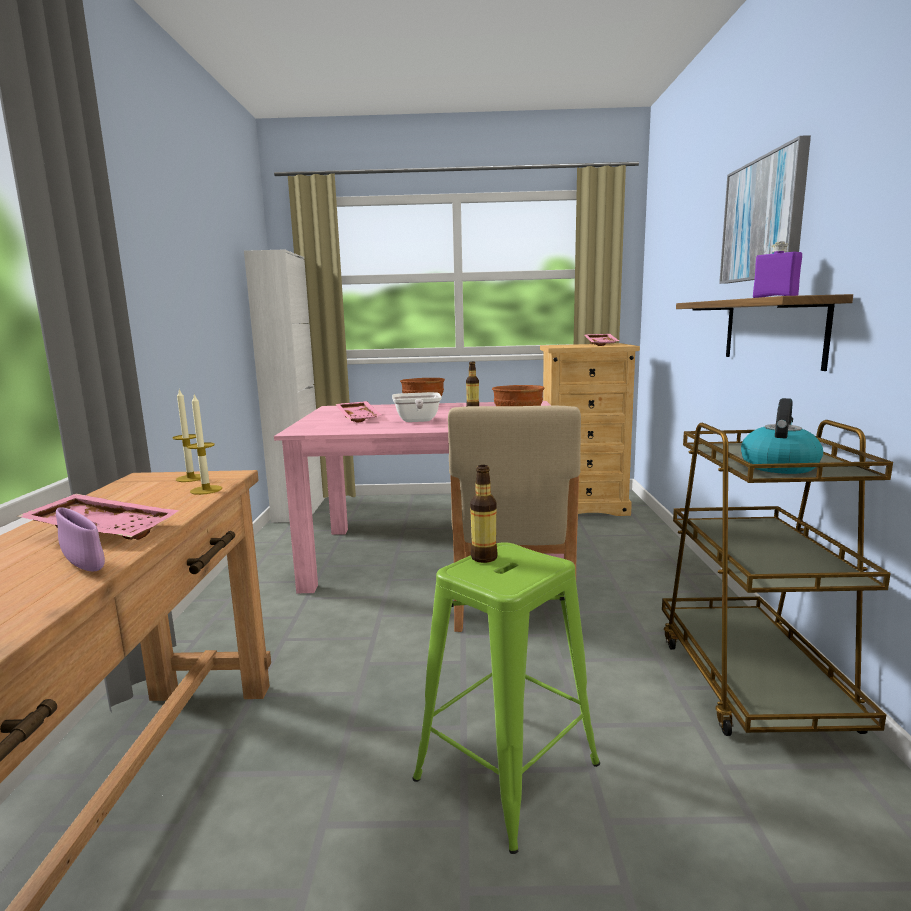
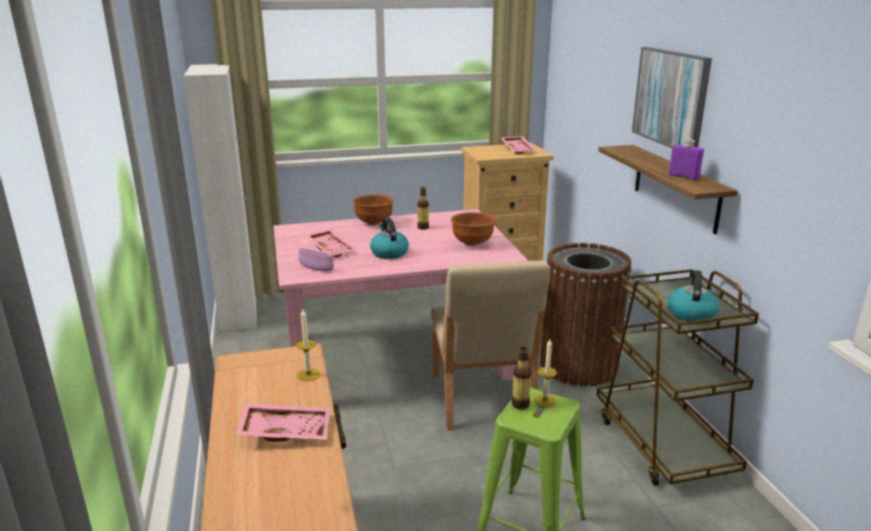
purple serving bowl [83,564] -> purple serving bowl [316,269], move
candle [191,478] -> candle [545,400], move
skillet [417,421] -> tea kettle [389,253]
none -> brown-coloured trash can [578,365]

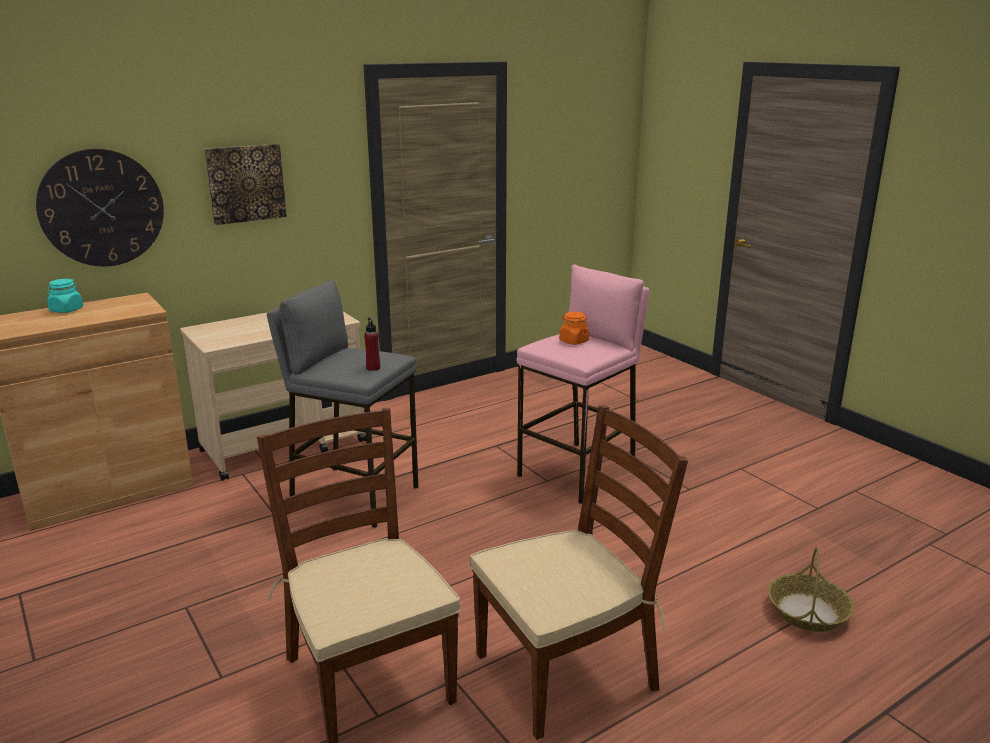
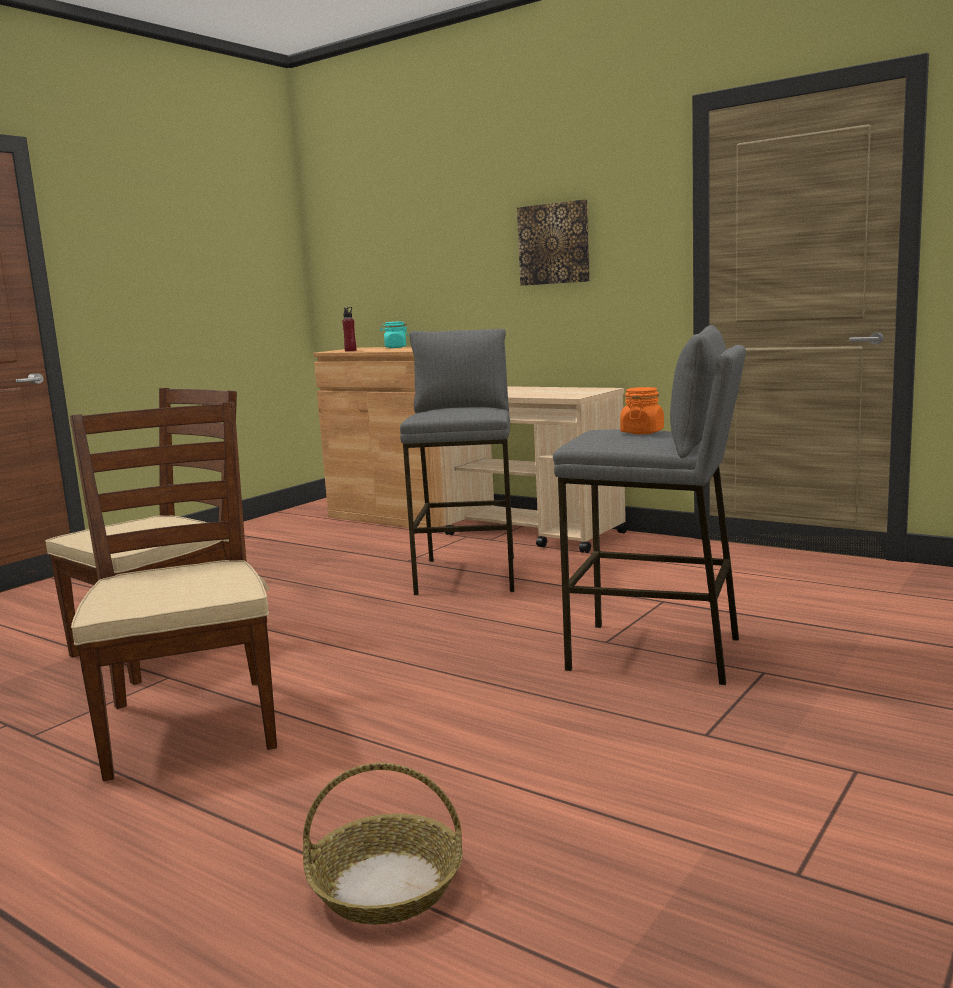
hanging clock [101,208] -> none
red-coloured beverage bottle [373,368] -> red-coloured beverage bottle [350,351], move
brown-coloured chair [567,670] -> brown-coloured chair [191,724], 150 degrees counterclockwise
pink-coloured stool [578,472] -> gray stool [655,654]

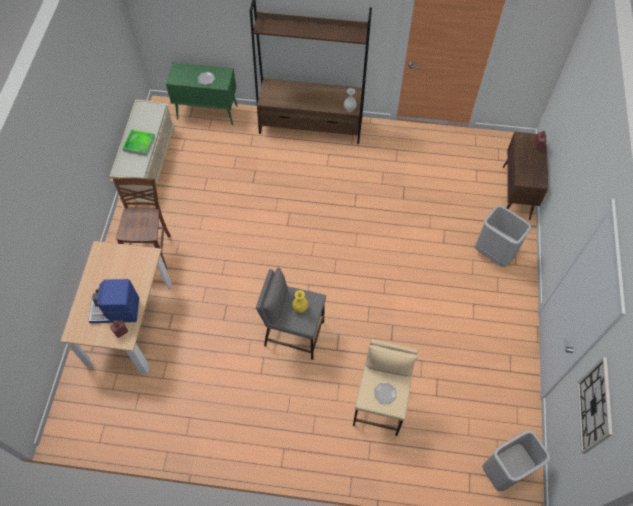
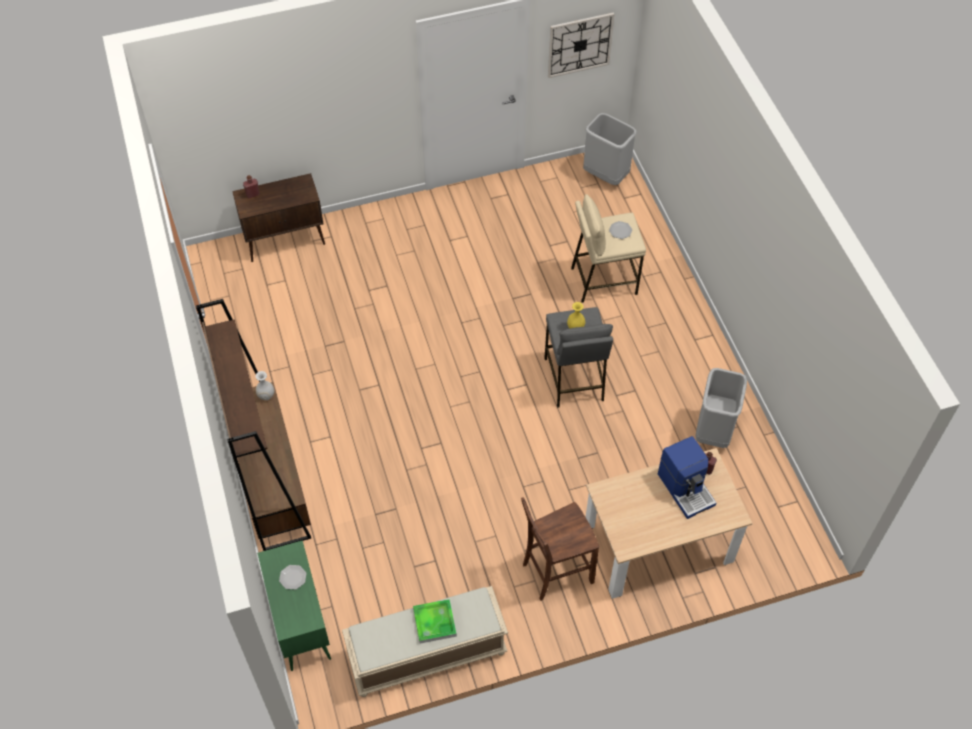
gray trash can [494,253] -> gray trash can [713,431], move

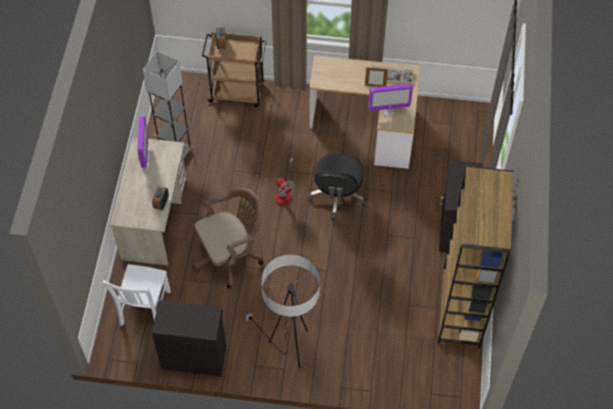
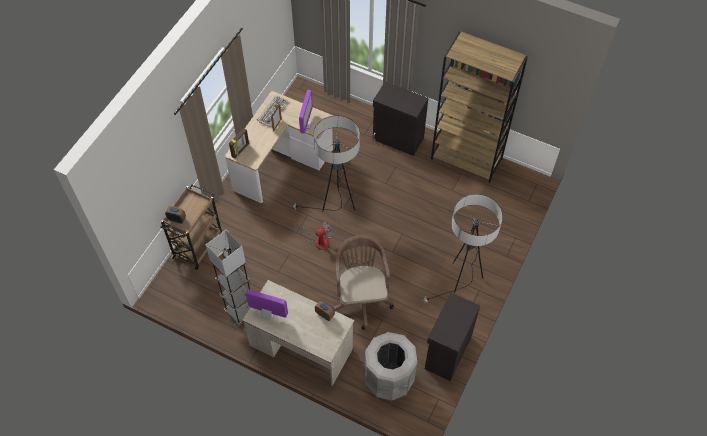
whitish chair [144,309] -> gray trash can [389,379]
blackish desk chair [337,196] -> standing lamp [336,204]
none -> standing frame [240,150]

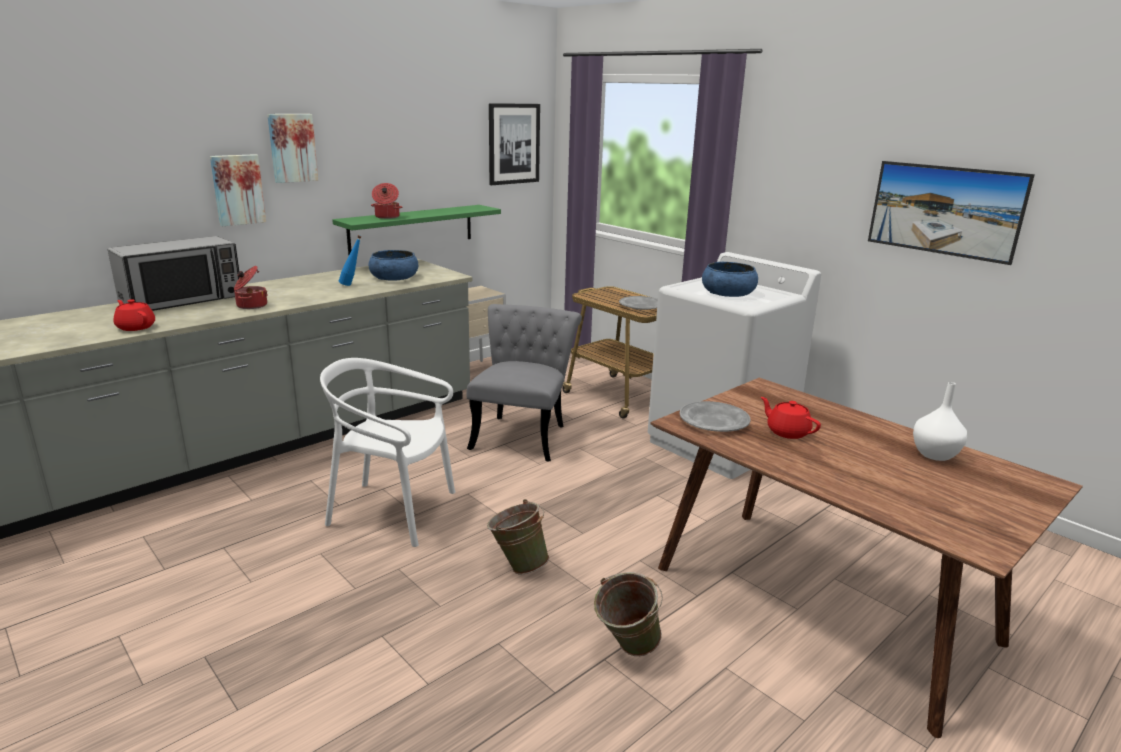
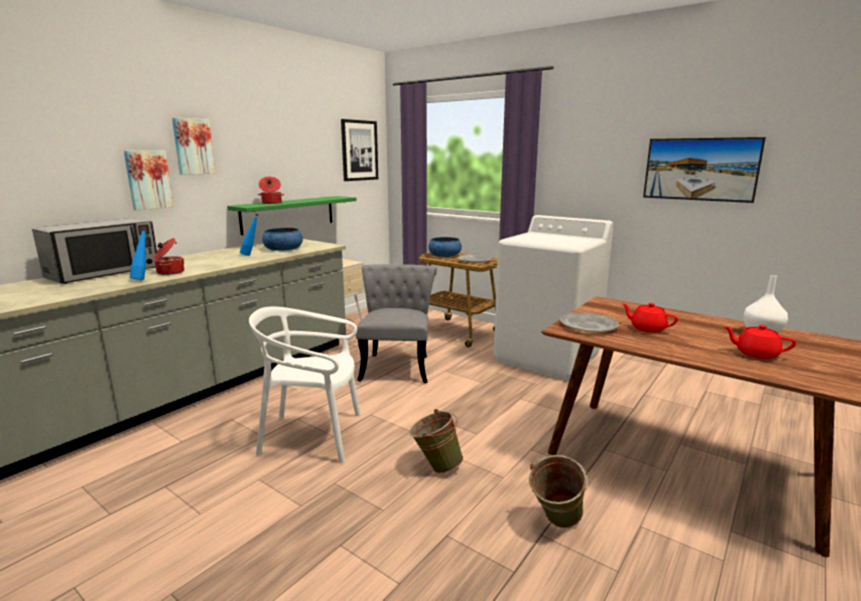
red-coloured teapot [136,327] -> red-coloured teapot [755,354], move
blue-coloured serving bowl [728,293] -> blue-coloured serving bowl [444,255], move
none -> blue-coloured beverage bottle [143,279]

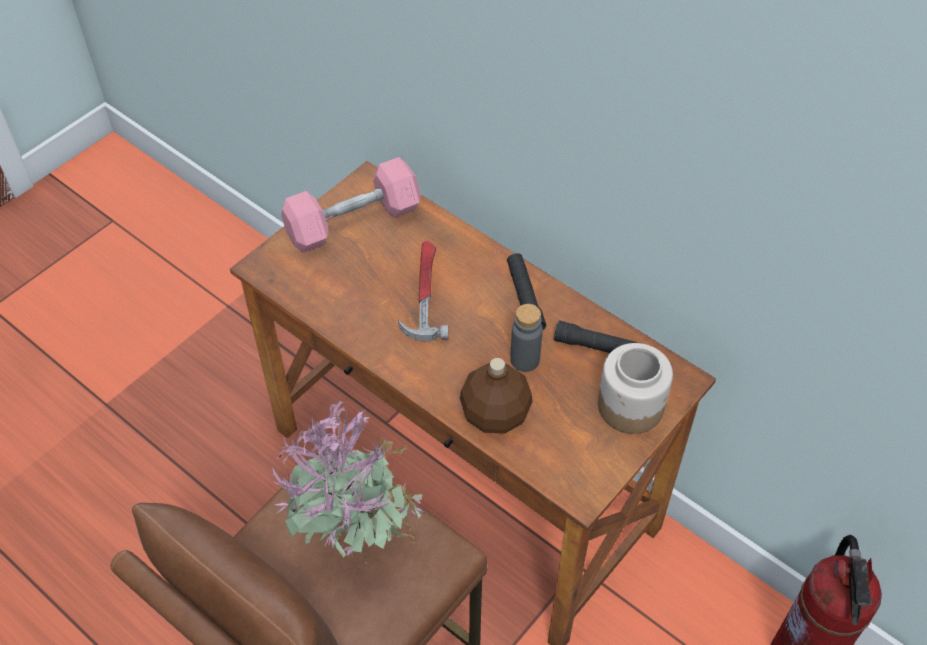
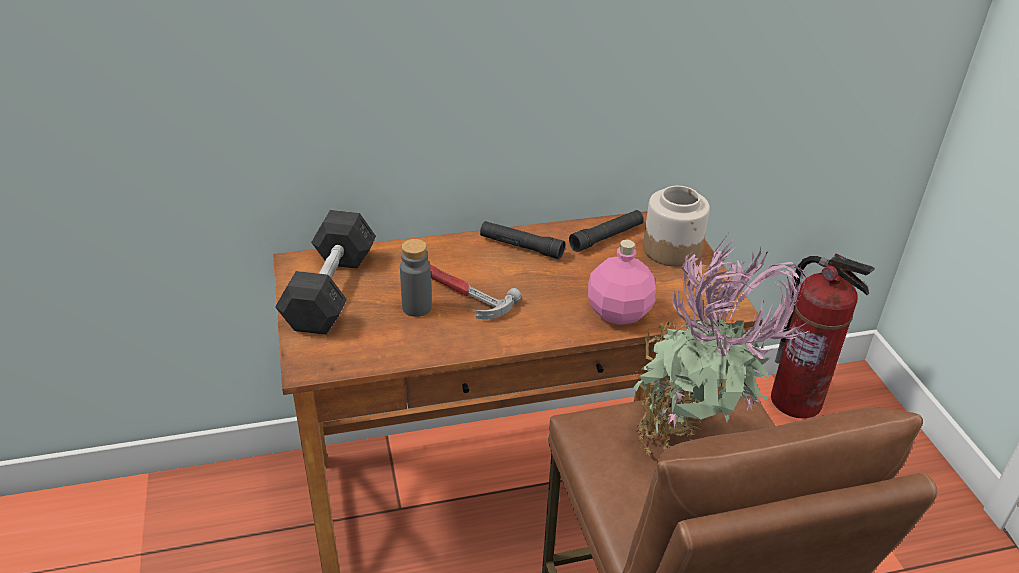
pink-coloured dumbbell [353,222] -> gray dumbbell [330,291]
brown-coloured beverage bottle [495,414] -> pink-coloured beverage bottle [617,312]
gray beverage bottle [525,360] -> gray beverage bottle [417,307], move

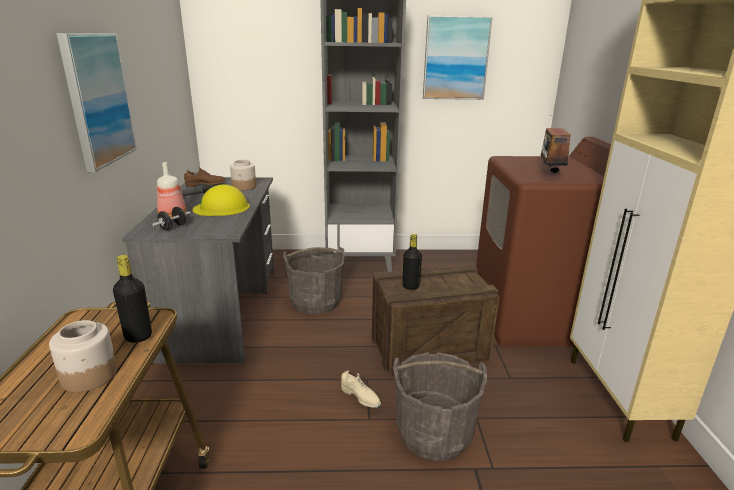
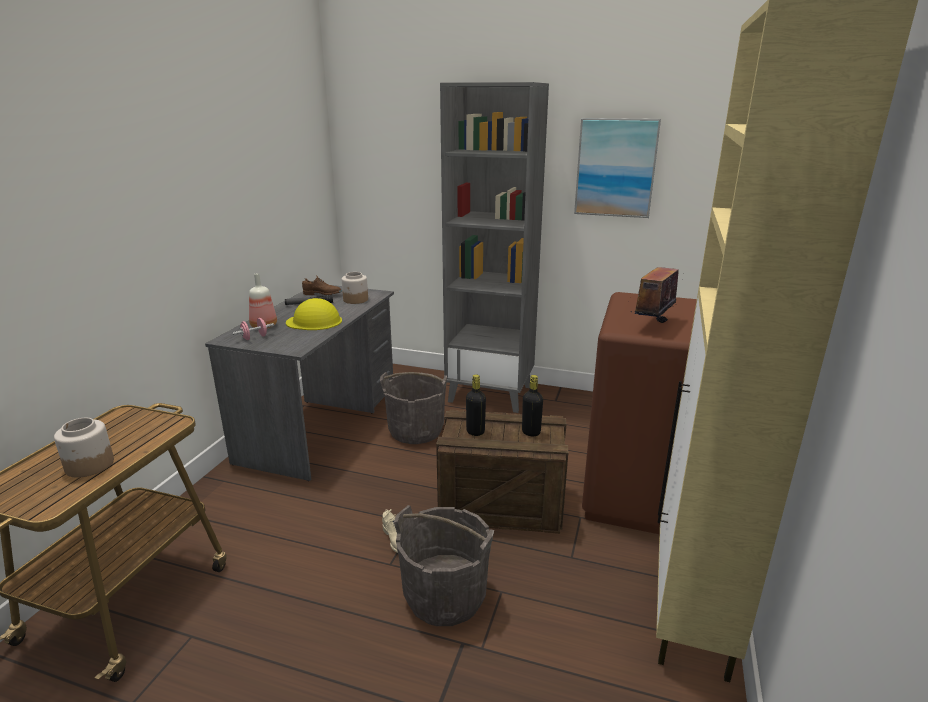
wall art [97,99] -> none
blackish beverage bottle [138,336] -> blackish beverage bottle [531,432], move
blackish dumbbell [173,227] -> pink-coloured dumbbell [254,337]

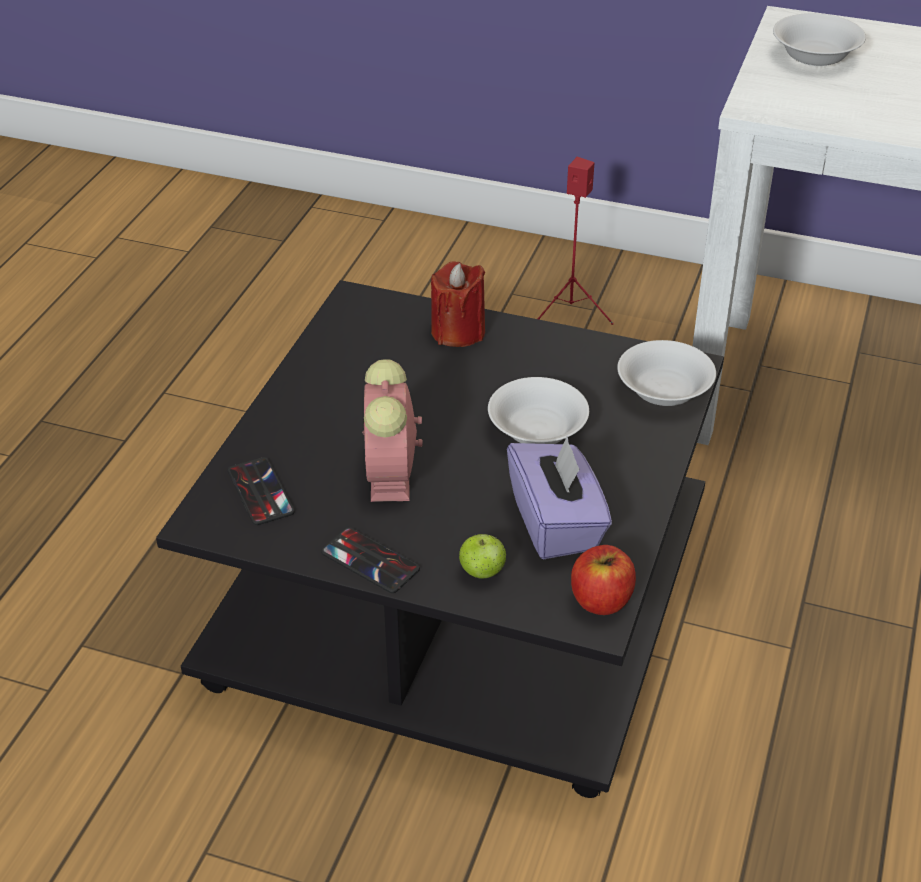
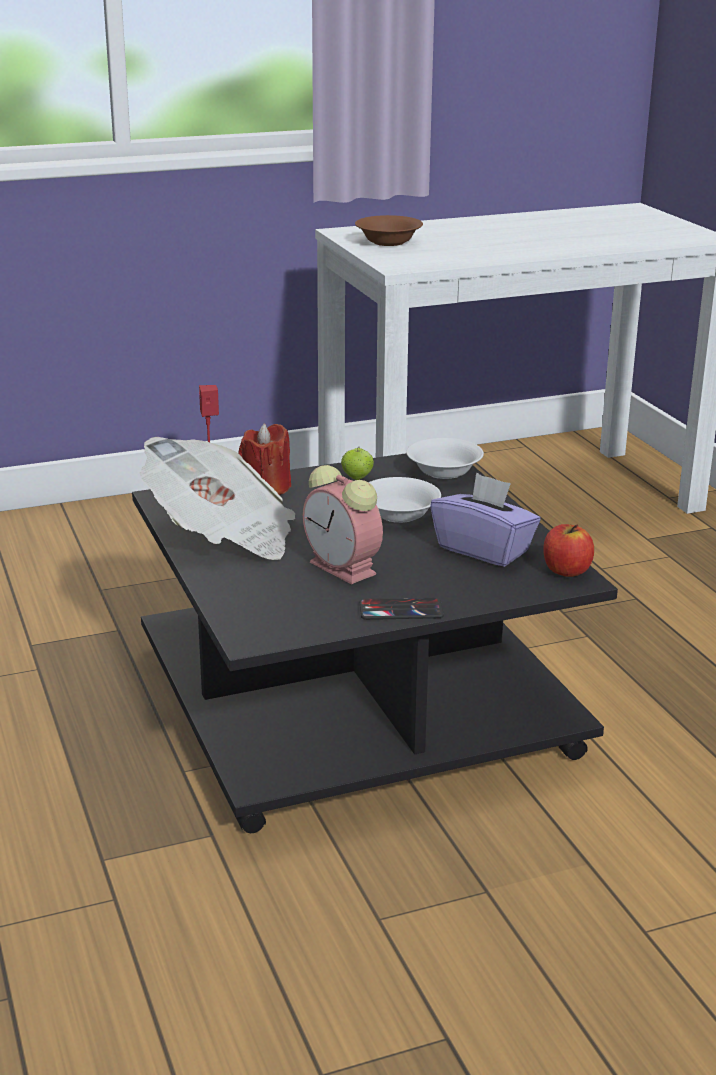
handset [260,492] -> none
apple fruit [482,572] -> apple fruit [357,477], move
whitish serving bowl [816,57] -> brown-coloured serving bowl [389,242]
none -> printed paper [222,536]

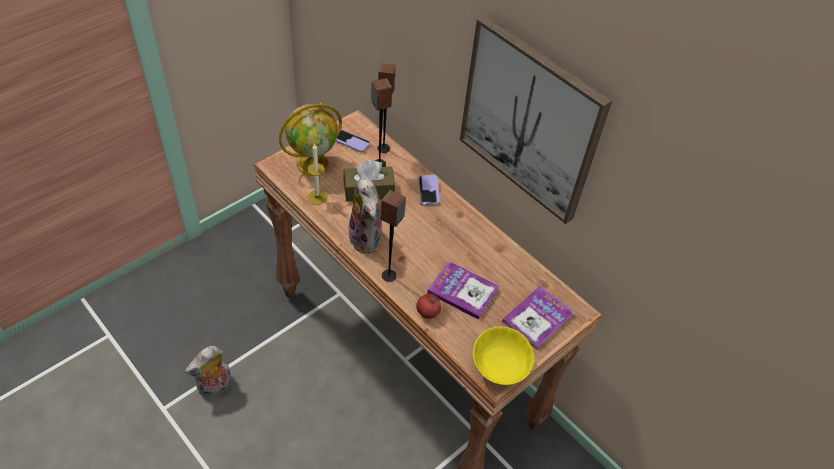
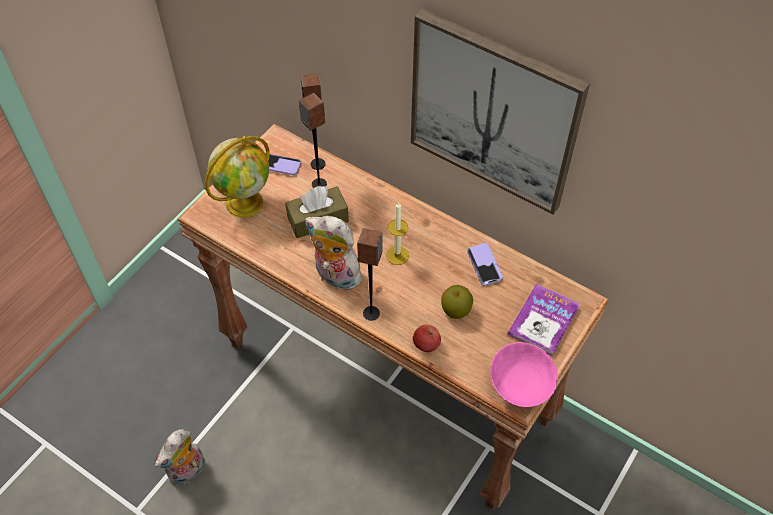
candle [317,197] -> candle [397,255], move
soft toy [368,239] -> soft toy [335,276], 150 degrees clockwise
handset [428,191] -> handset [484,265], move
volume [463,291] -> apple fruit [456,310]
yellow-coloured serving bowl [498,369] -> pink-coloured serving bowl [519,388]

